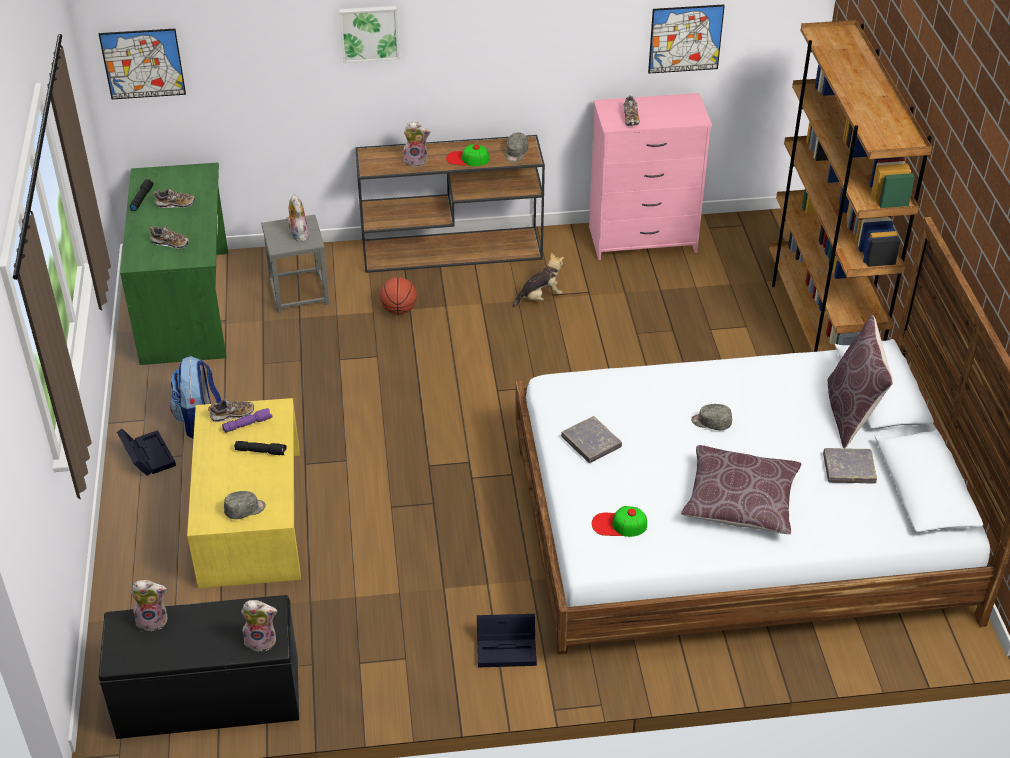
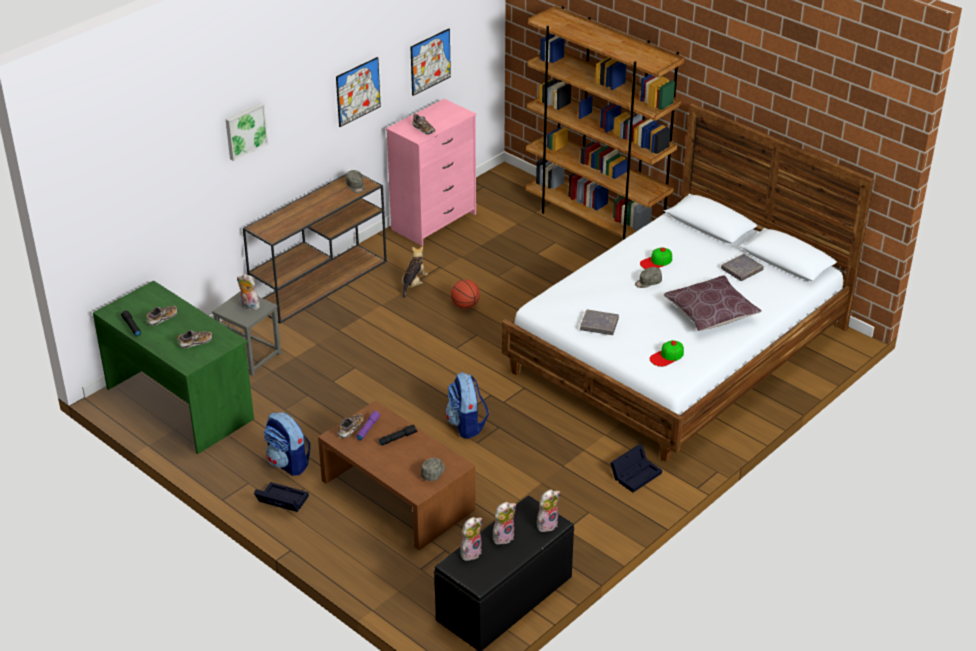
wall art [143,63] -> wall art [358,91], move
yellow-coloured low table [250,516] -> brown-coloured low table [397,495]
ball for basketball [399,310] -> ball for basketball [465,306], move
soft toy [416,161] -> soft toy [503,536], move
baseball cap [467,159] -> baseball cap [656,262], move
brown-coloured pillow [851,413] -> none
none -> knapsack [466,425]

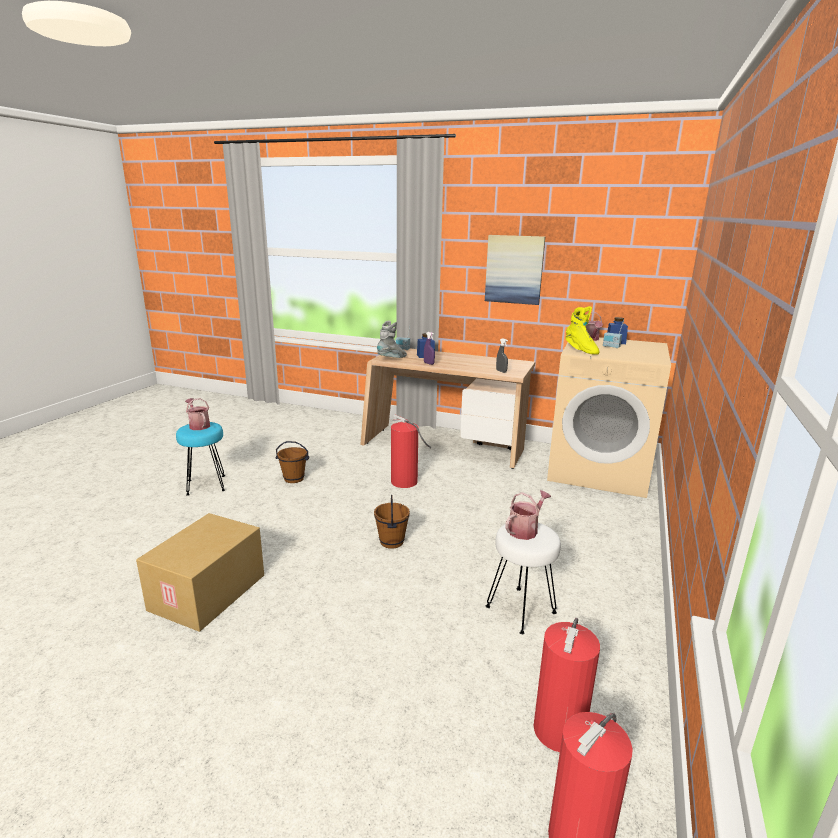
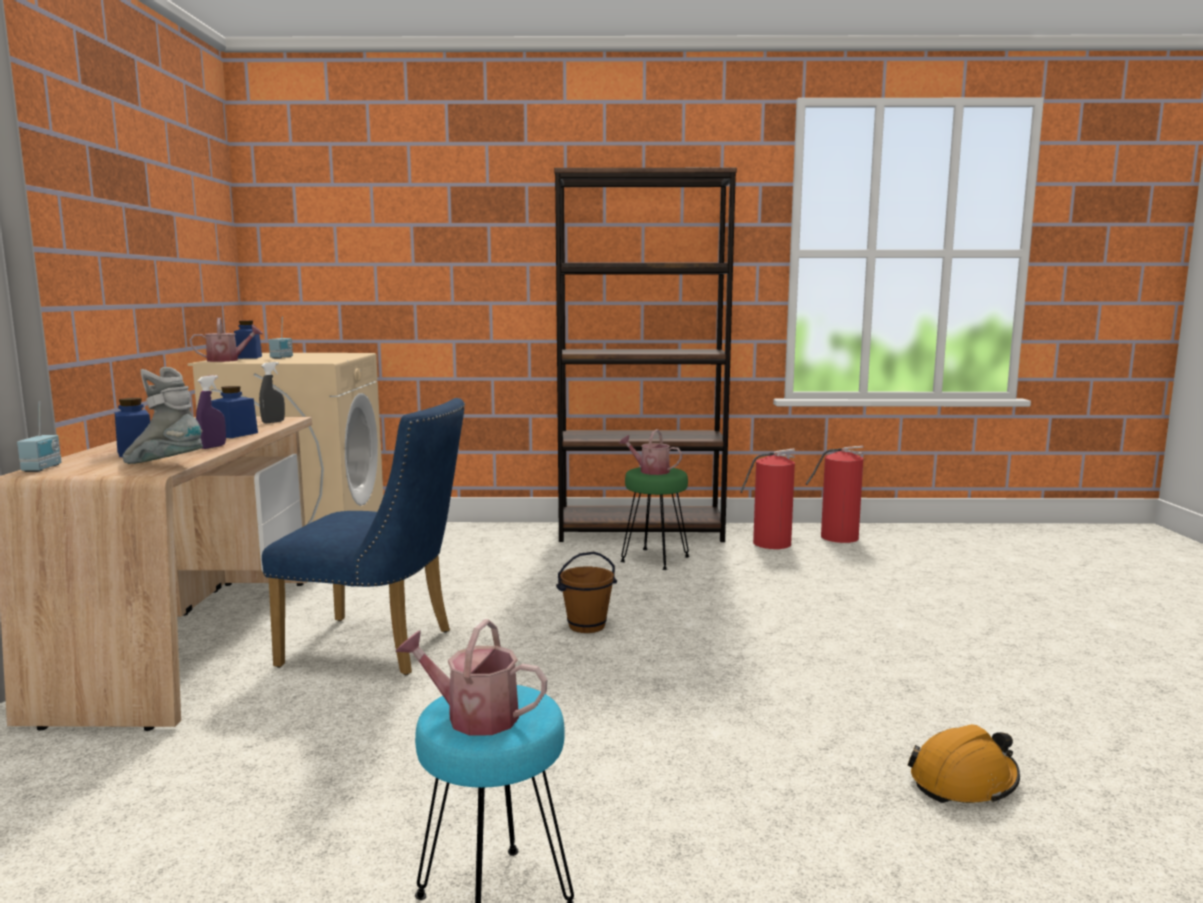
cardboard box [208,593] -> none
watering can [198,425] -> watering can [473,716], 75 degrees clockwise
brown-coloured bucket [294,478] -> none
fire-fighting cylinder [405,482] -> blue-coloured chair [380,649]
wall art [514,269] -> none
whitish stool [521,610] -> green-coloured stool [655,559]
yellow-coloured high-top boot [580,350] -> none
none -> blue-coloured preserve jar [234,434]
none -> brown-coloured shelving unit [641,532]
none -> orangey safety helmet [964,781]

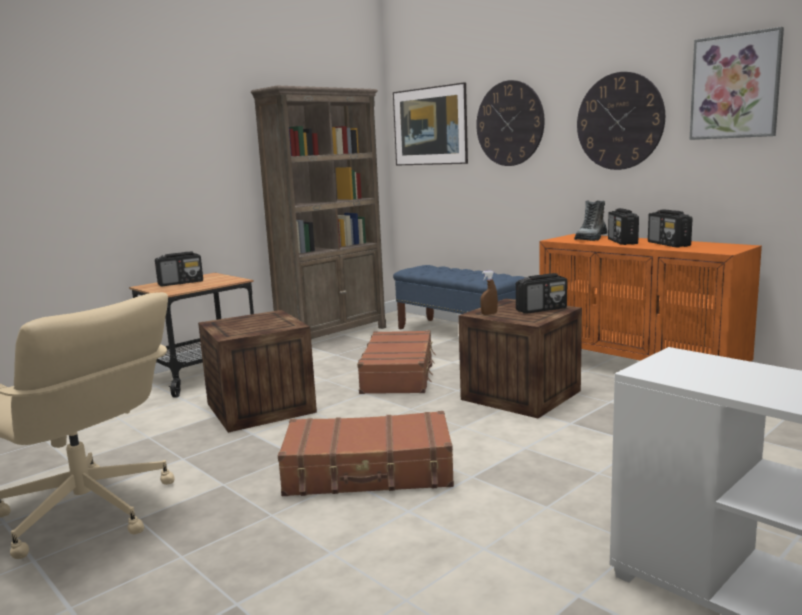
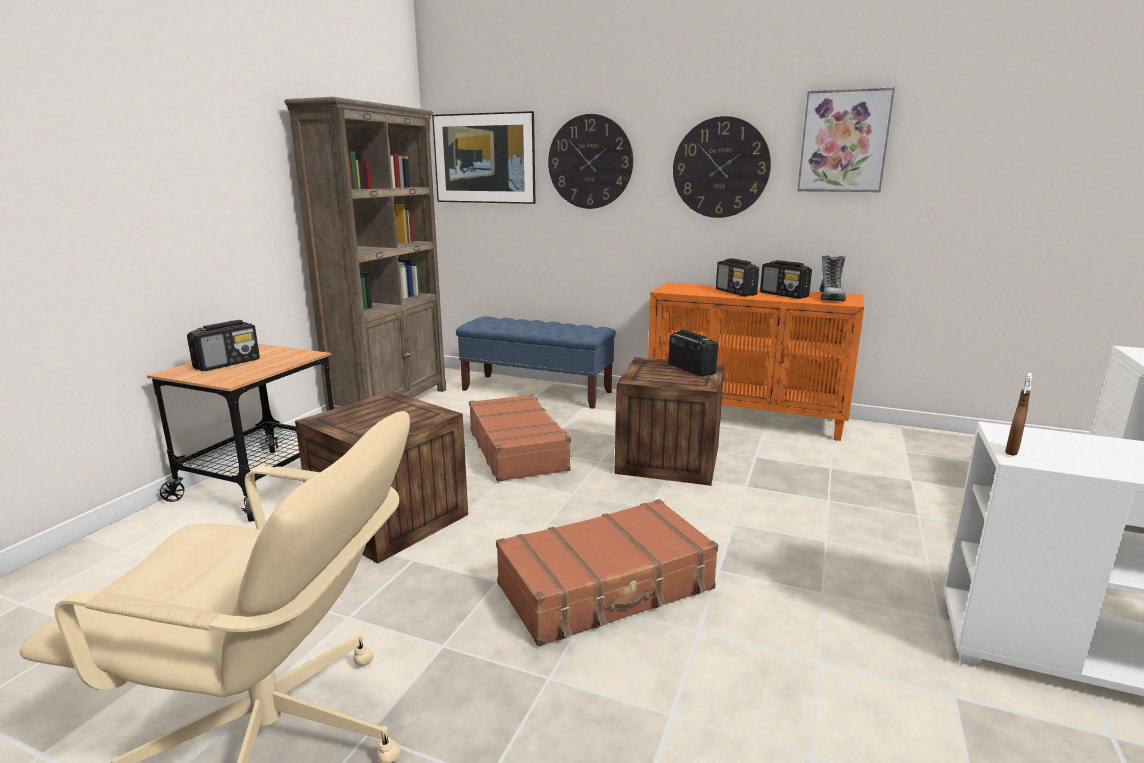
brown-coloured hand sprayer [489,313] -> brown-coloured hand sprayer [1012,451], move
radio set [541,309] -> radio set [691,369], 75 degrees counterclockwise
high-top boot [591,238] -> high-top boot [831,298], move

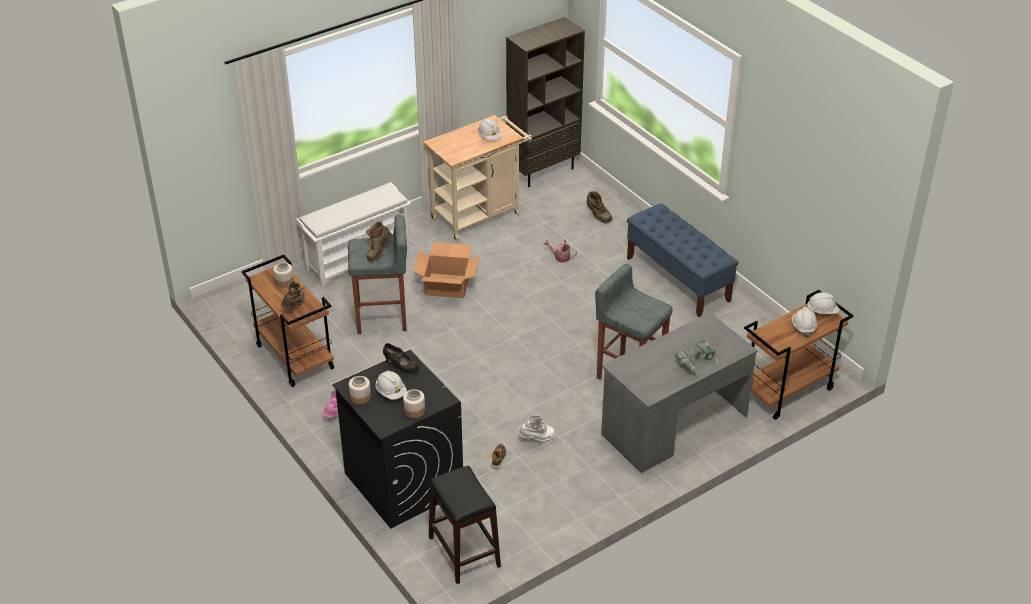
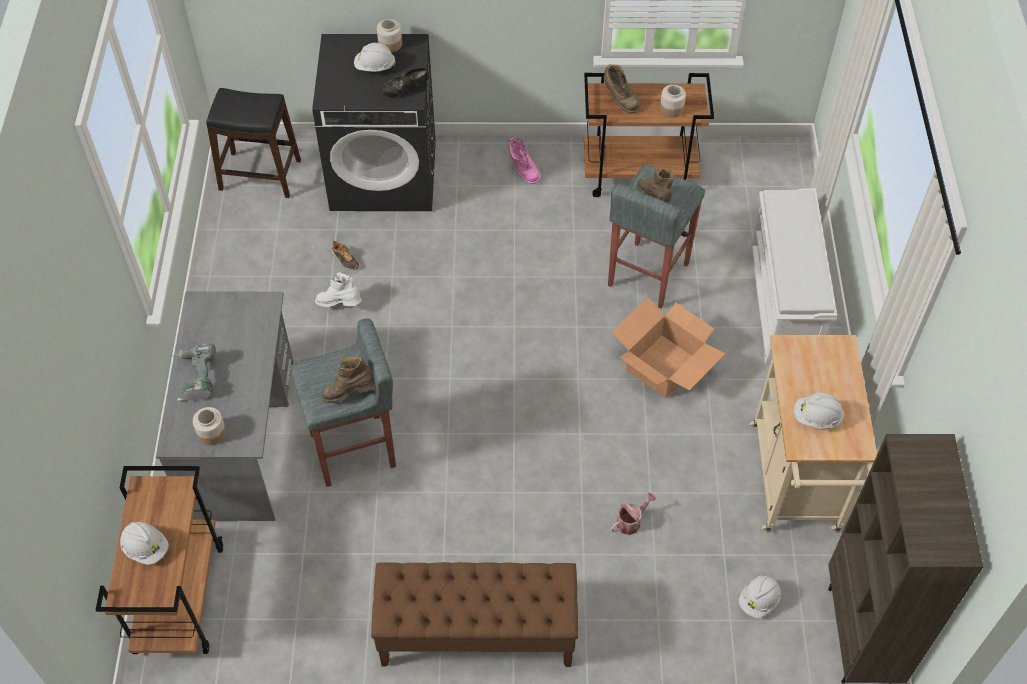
preserve jar [414,411] -> preserve jar [211,433], move
whitish high-top boot [536,439] -> whitish high-top boot [340,305], 90 degrees clockwise
brown-coloured high-top boot [598,216] -> brown-coloured high-top boot [351,394], move
blue-coloured long seat [678,279] -> brown-coloured long seat [476,634]
whitish safety helmet [822,311] -> whitish safety helmet [759,600], move

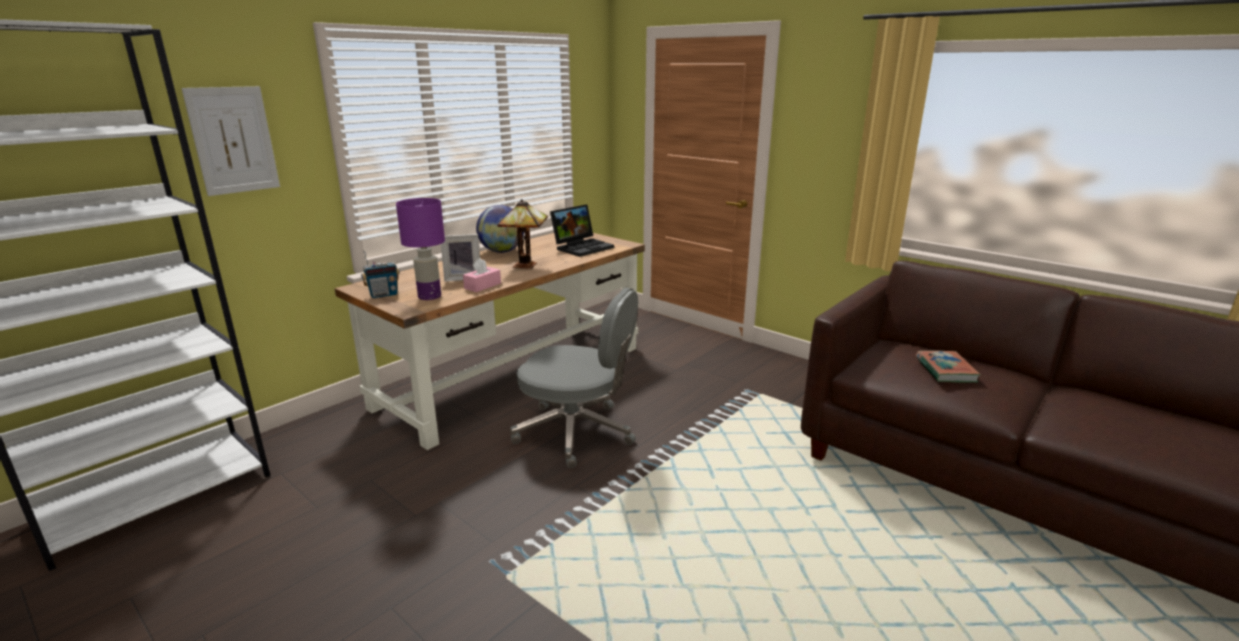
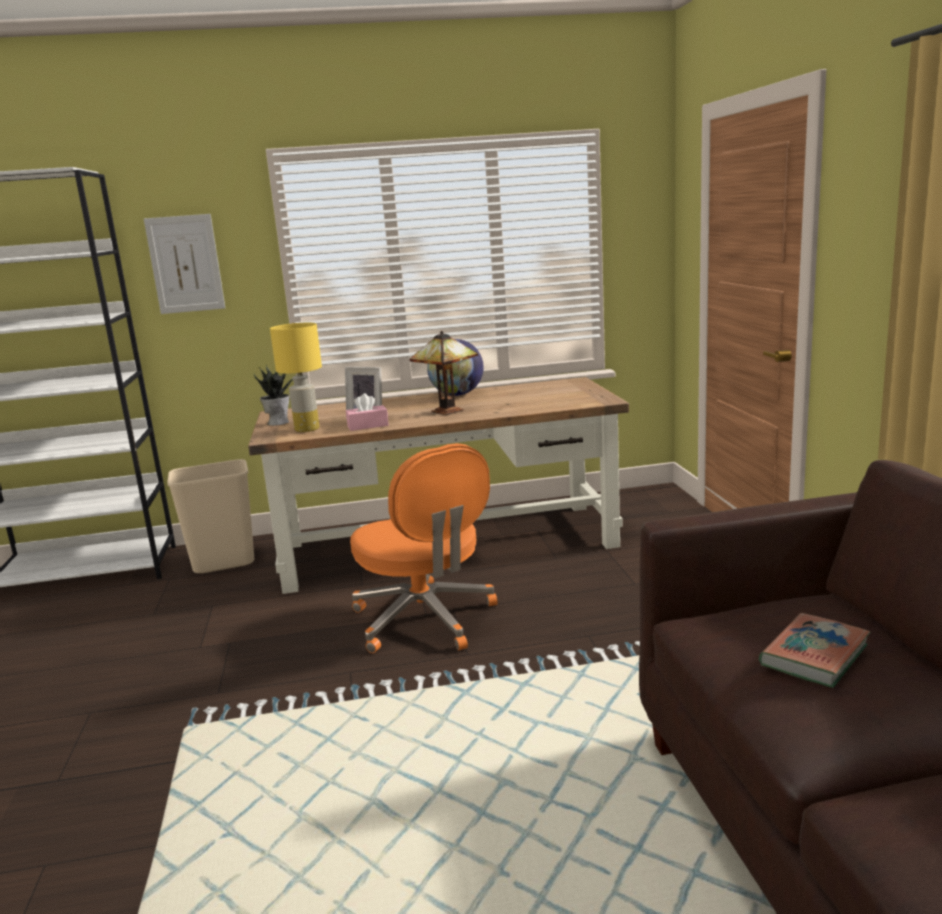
radio set [383,295] -> plant in a pot [278,422]
purple lamp for a table [430,296] -> yellow-coloured lamp for a table [307,429]
gray desk chair [577,432] -> orangey desk chair [425,620]
laptop [582,247] -> none
none -> sand-coloured trash can [224,563]

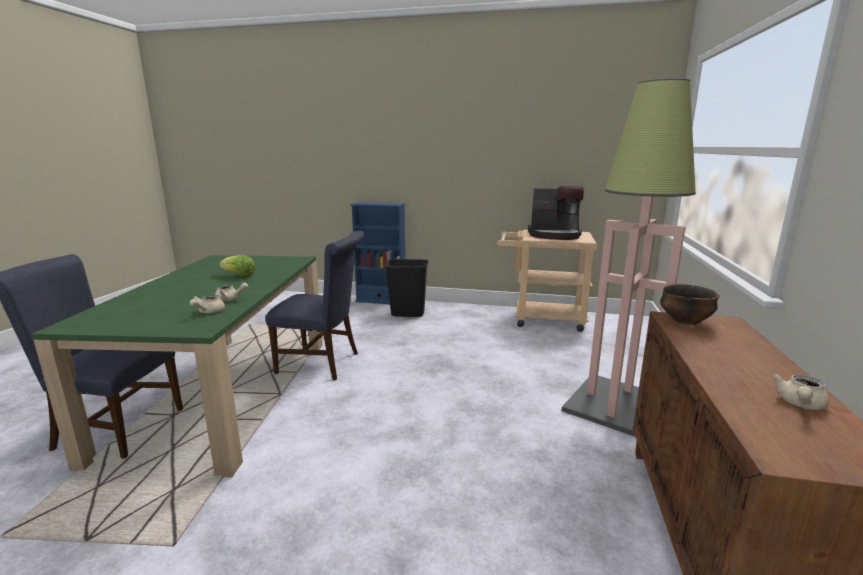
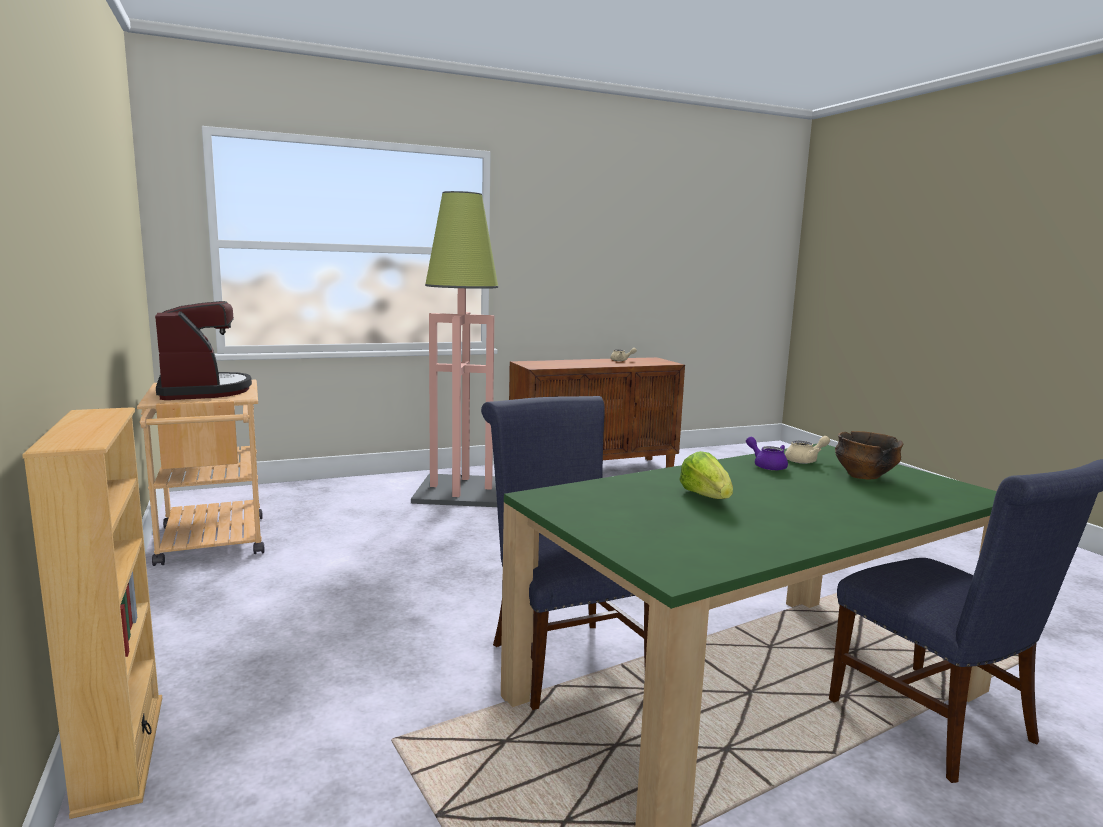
sand-coloured teapot [230,299] -> purple teapot [767,466]
blue-coloured shelving unit [381,301] -> sand-coloured shelving unit [120,752]
blackish trash can [408,313] -> none
serving bowl [685,321] -> serving bowl [864,476], move

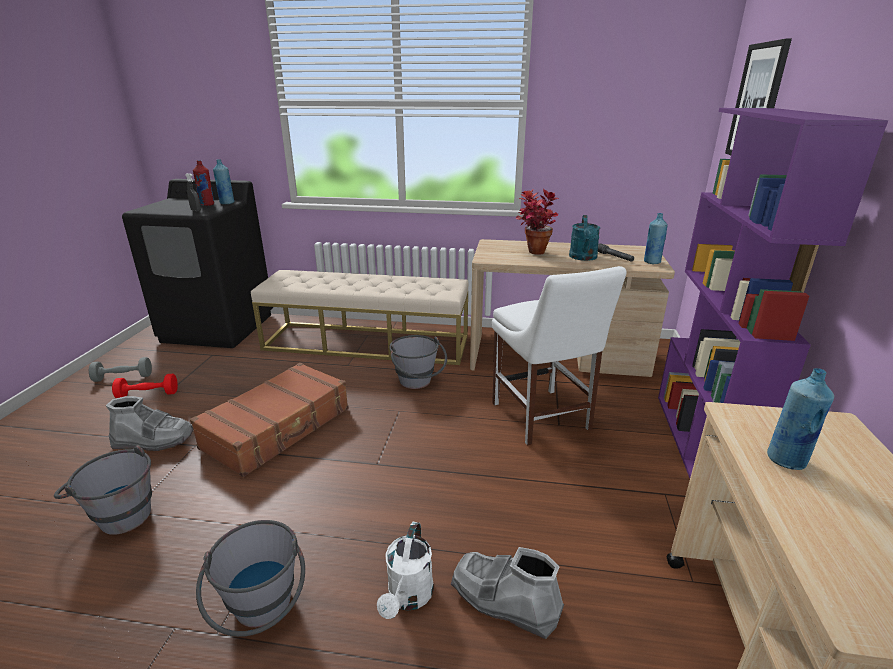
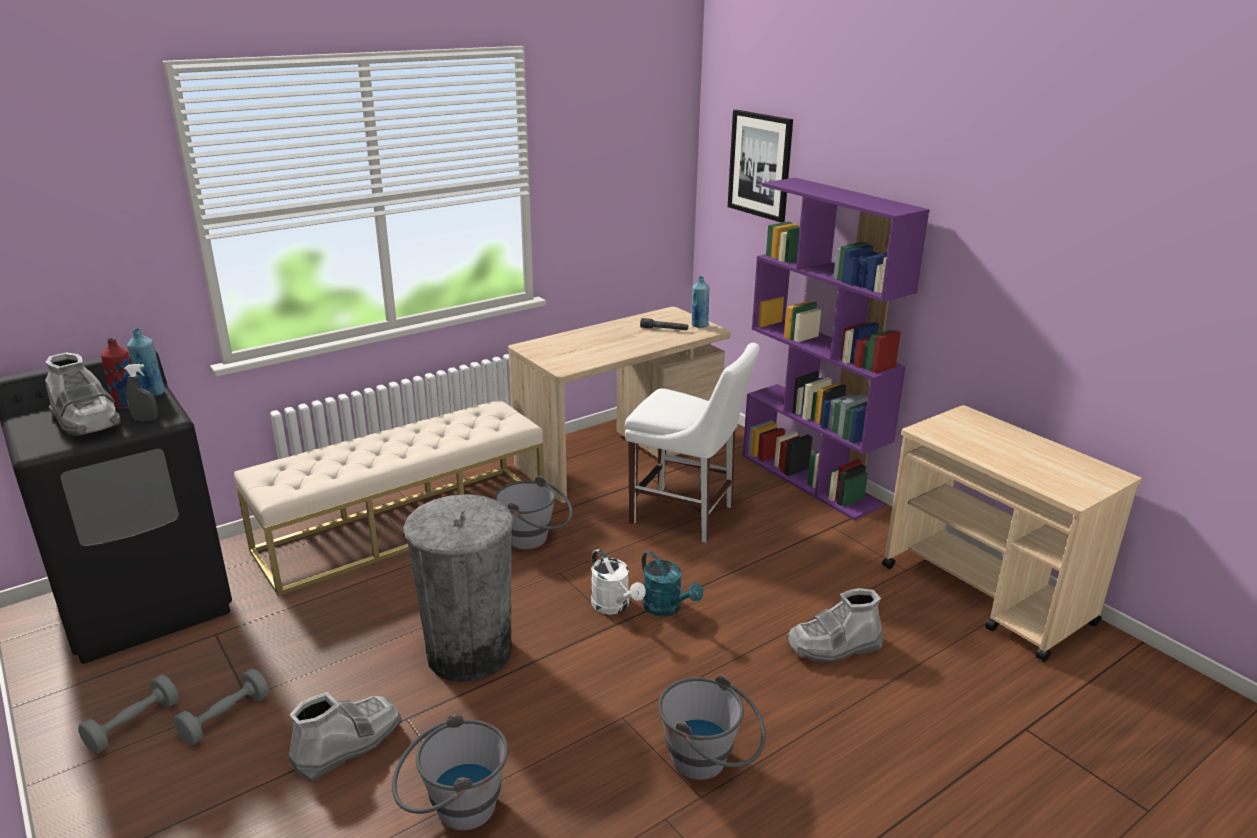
red-coloured dumbbell [148,395] -> gray dumbbell [225,718]
brown-coloured piece of luggage [278,428] -> gray trash can [469,652]
whitish watering can [408,597] -> whitish watering can [614,606], move
plant in a pot [533,254] -> none
turquoise-coloured watering can [583,258] -> turquoise-coloured watering can [667,608], move
blue-coloured beverage bottle [786,460] -> none
none -> gray high-top boot [87,422]

